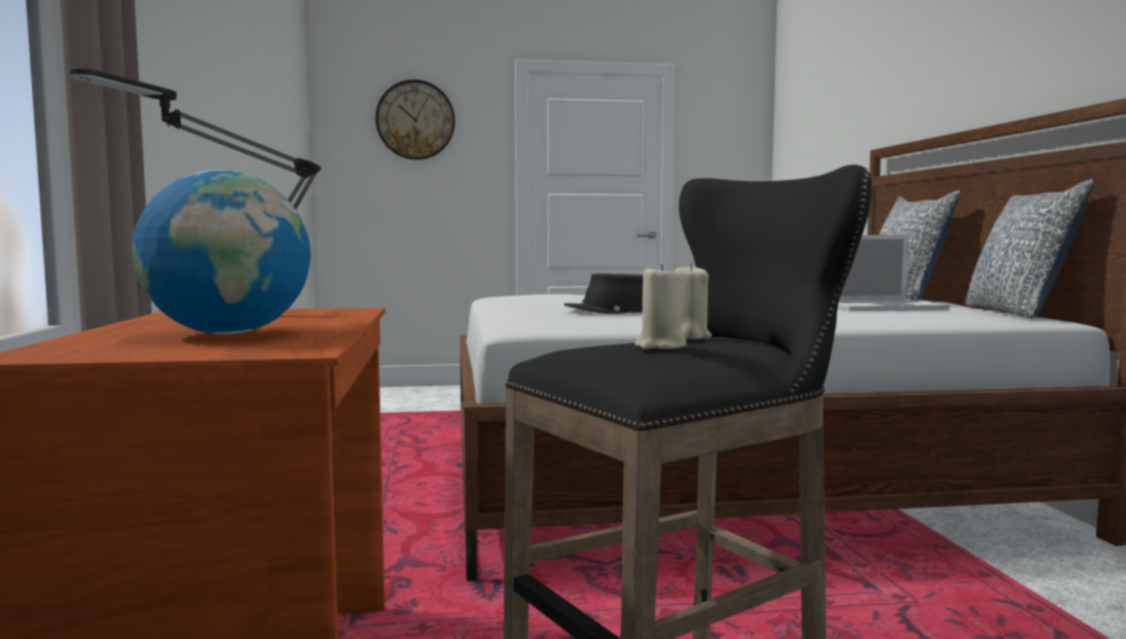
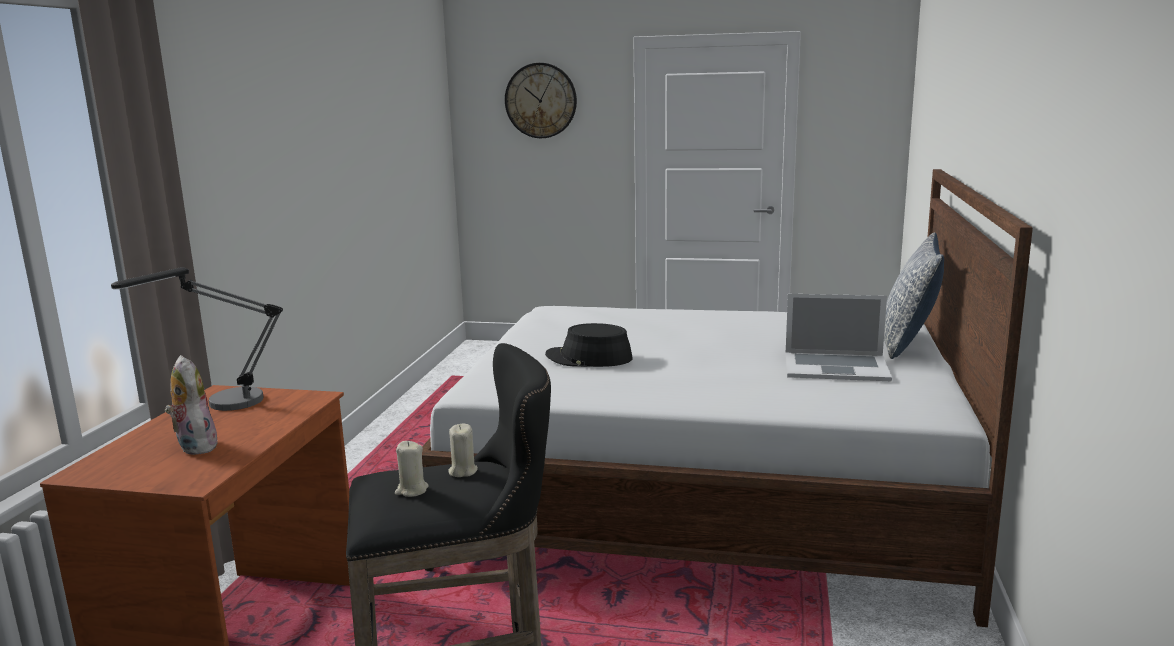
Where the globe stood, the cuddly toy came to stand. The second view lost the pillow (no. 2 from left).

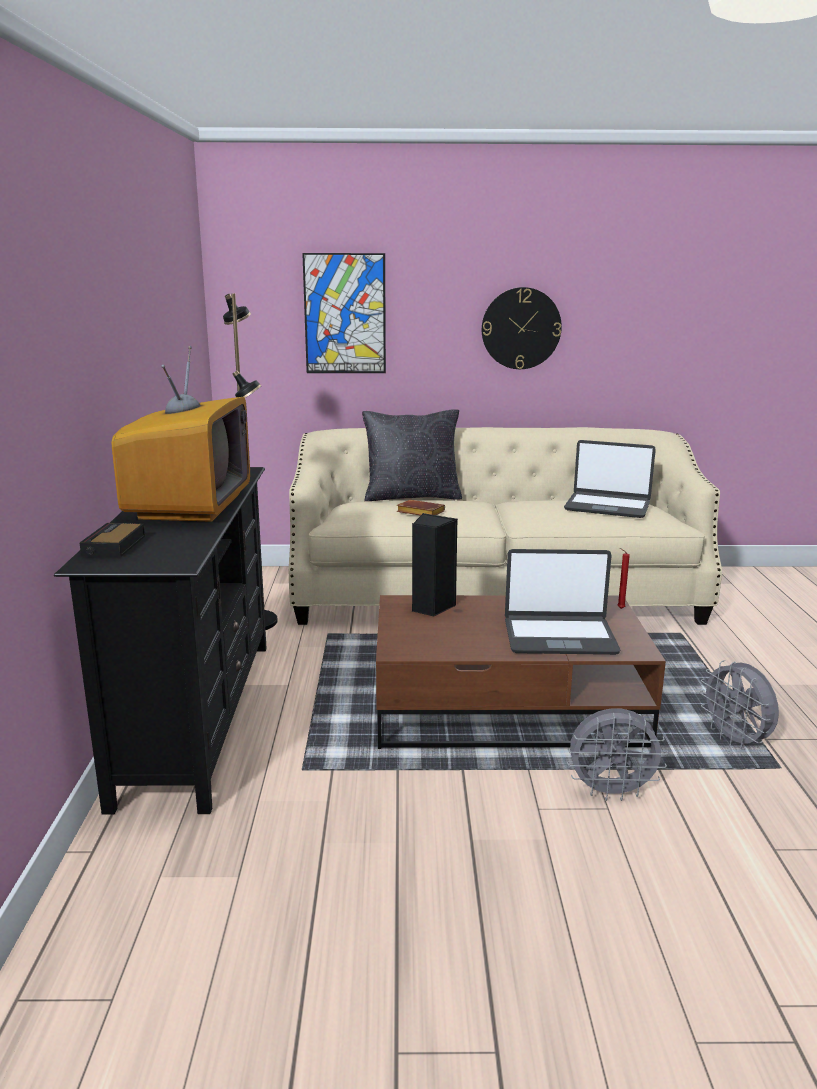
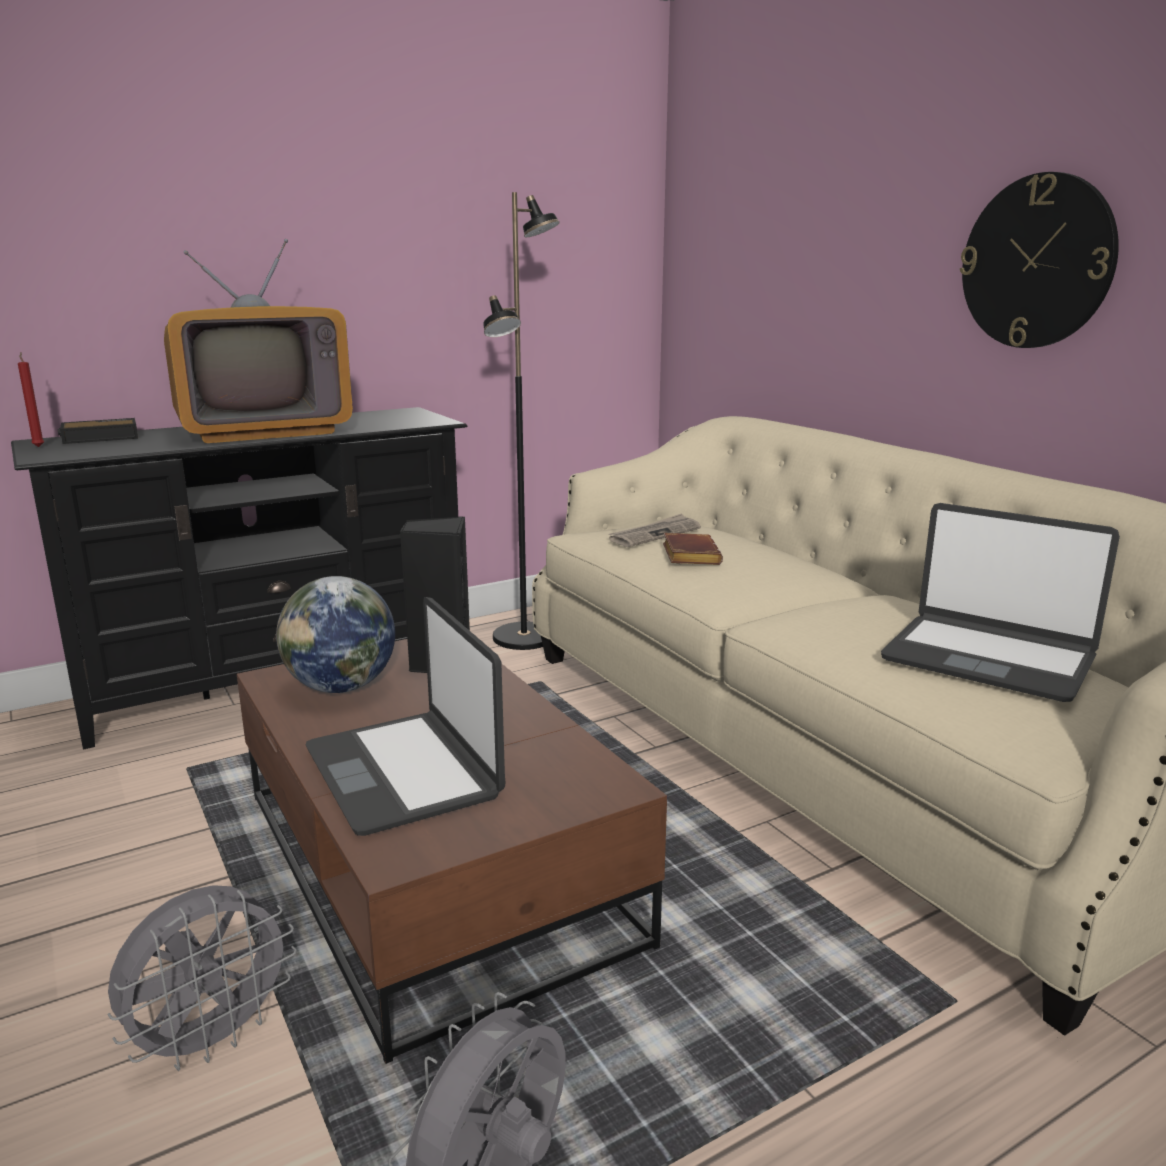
The reddish wax candle ended up elsewhere. The greyish fan (no. 1 from left) ended up facing another way, 105 degrees counterclockwise from before. The second view gained the globe. The second view gained the daily paper. The portable computer (no. 2 from left) ended up facing another way, 45 degrees counterclockwise from before. The second view lost the picture. The second view lost the blackish pillow.

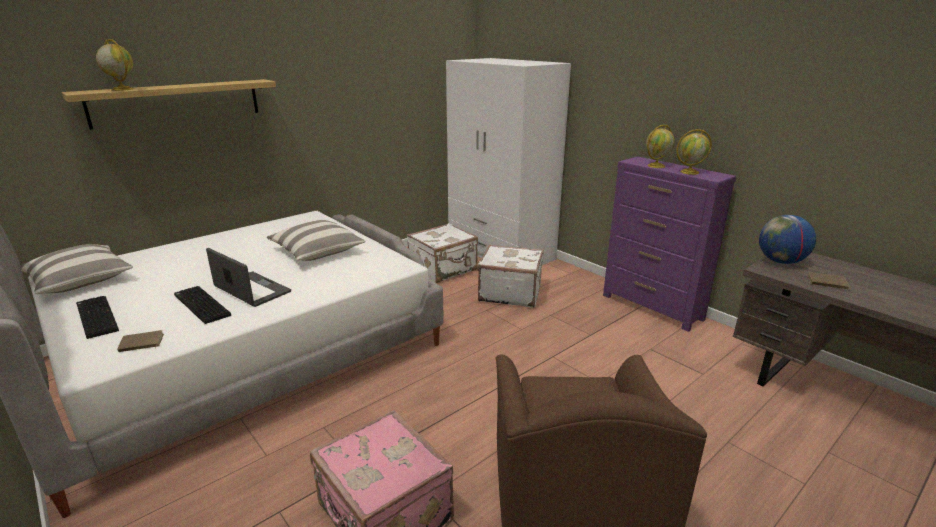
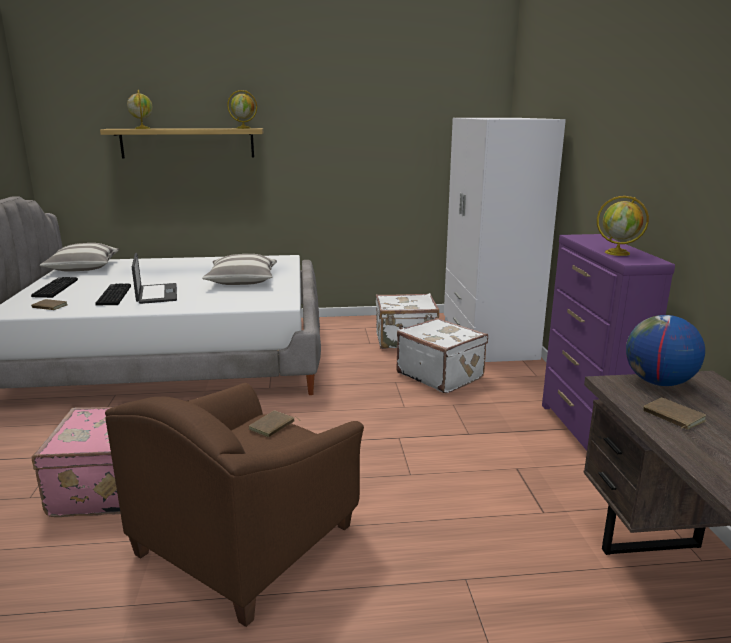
The globe (no. 2 from left) ended up elsewhere. The second view gained the brown-coloured book (no. 2 from left).

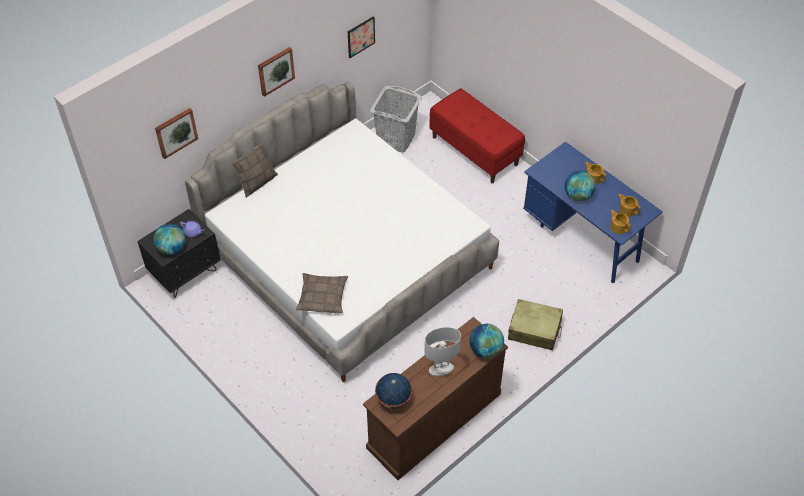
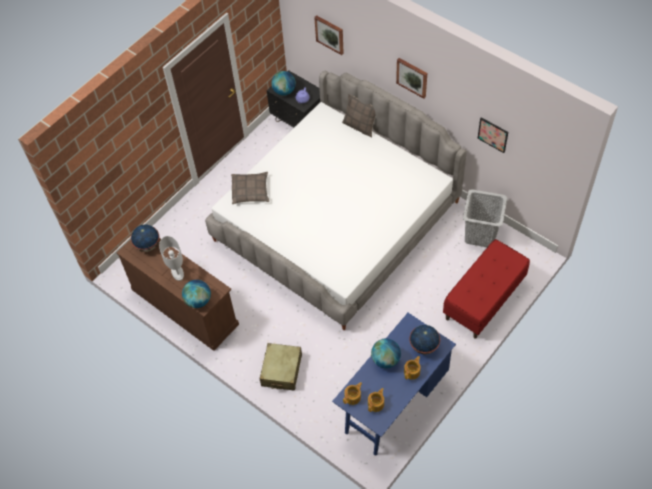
The second view gained the globe (no. 5 from left).

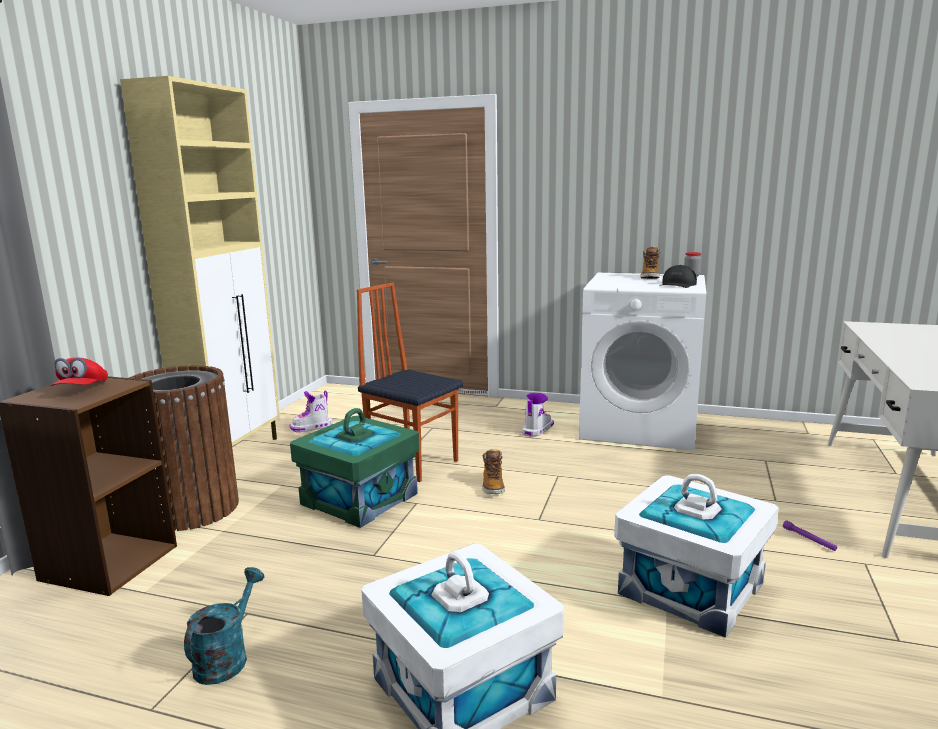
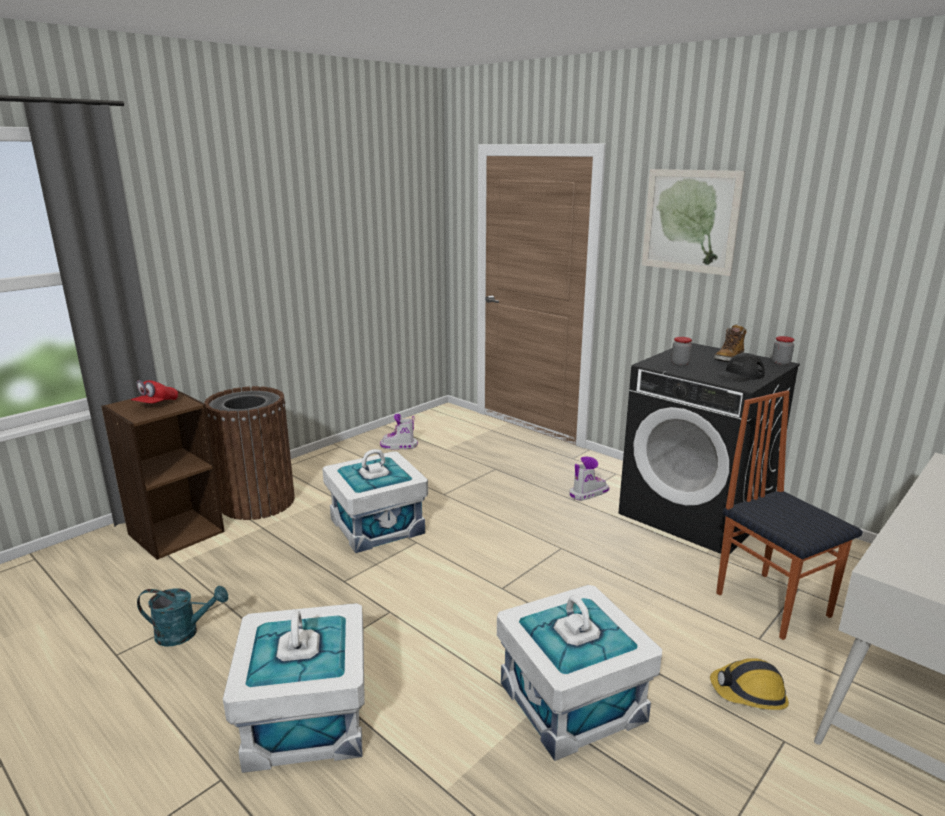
The blue-green watering can ended up facing another way, 45 degrees clockwise from before. What was the green-coloured storage box turned into the white storage box (no. 2 from left). What was the white washing machine turned into the blackish washing machine. The second view gained the picture. The second view gained the storage jar (no. 1 from left). Where the purplish flashlight stood, the work helmet came to stand. The upright chair ended up elsewhere. The second view lost the beige storage cabinet. The second view lost the high-top boot (no. 2 from left).

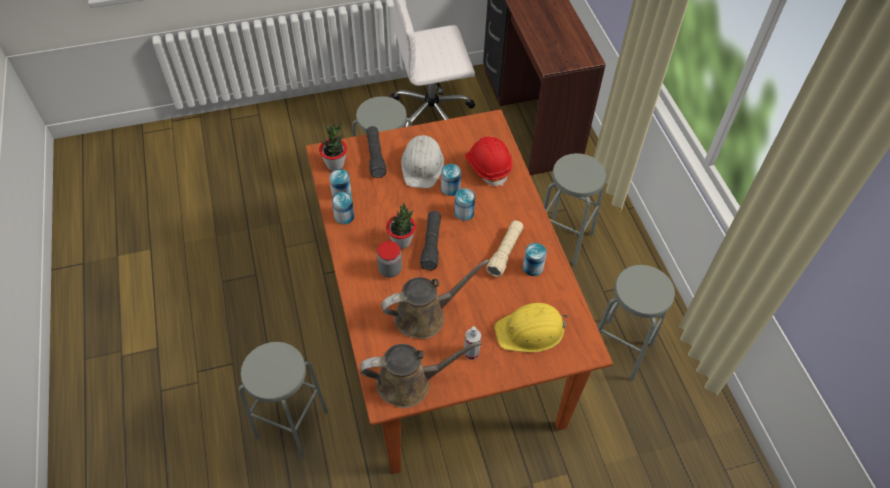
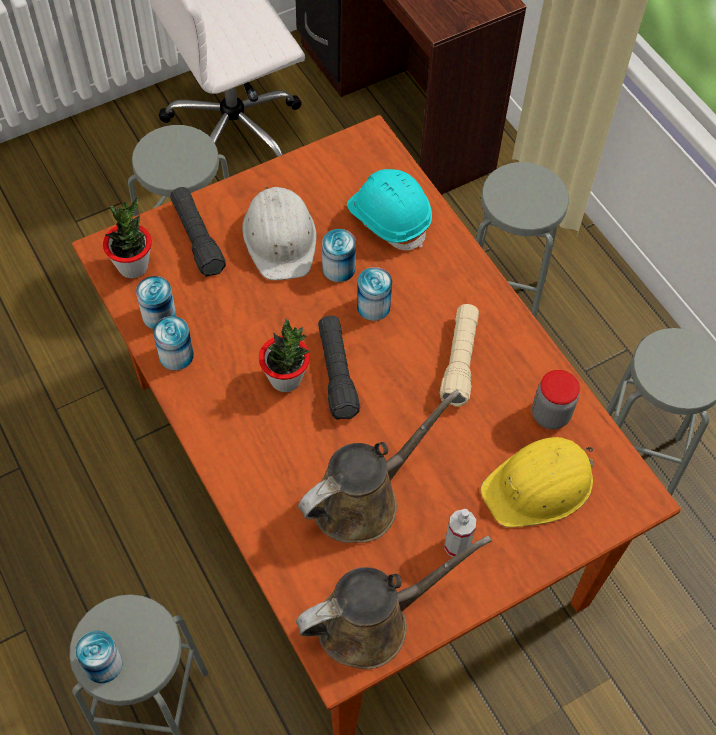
The sealed can (no. 5 from left in the first image) ended up elsewhere. What was the reddish work helmet turned into the blue-green work helmet. The storage jar ended up elsewhere.

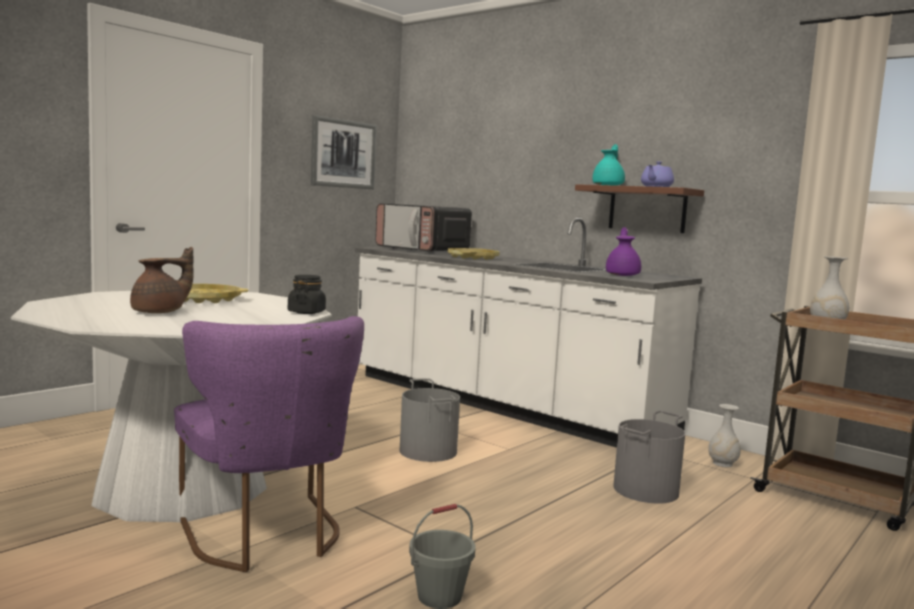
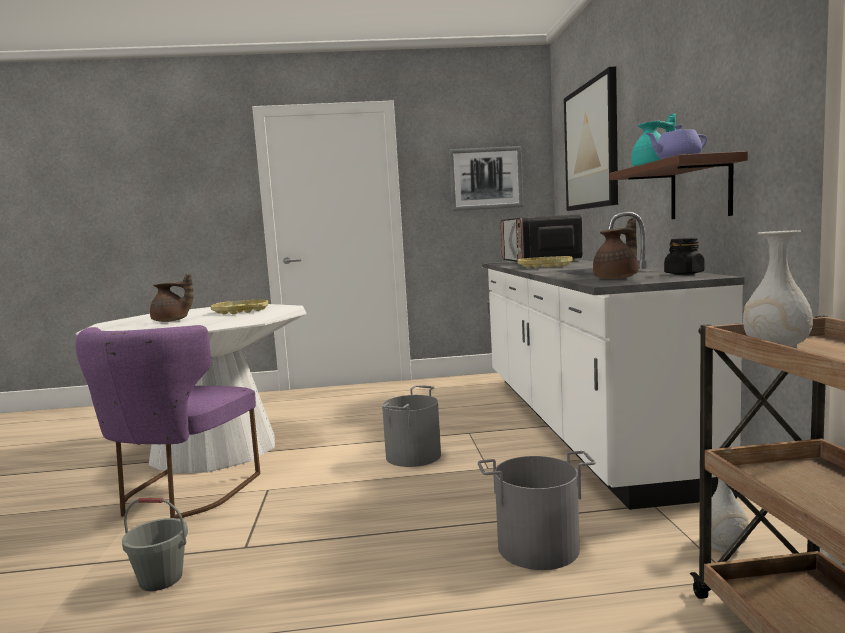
The second view gained the picture (no. 2 from left). What was the purplish tea pot (no. 1 from left) turned into the brown-coloured tea pot (no. 2 from left). The blackish storage jar ended up elsewhere.

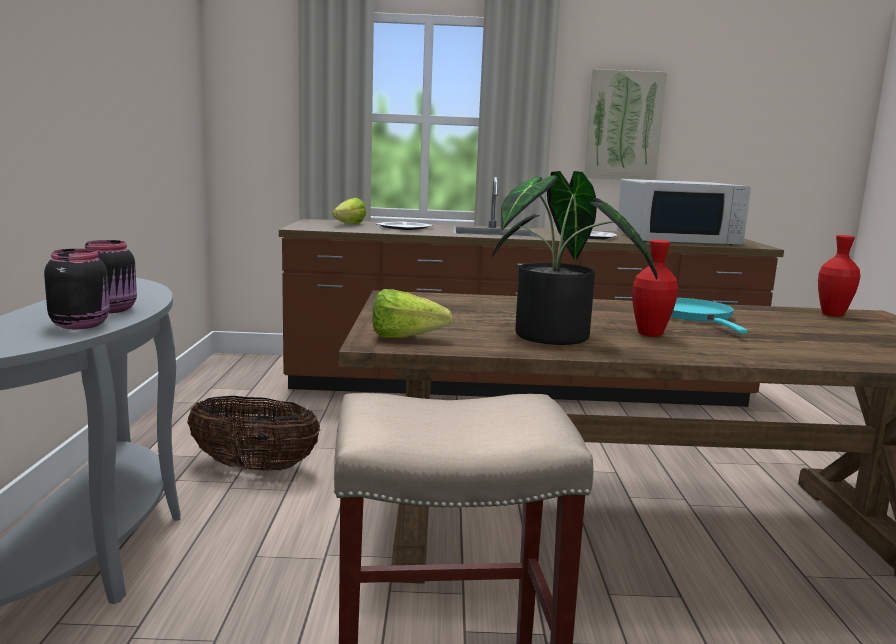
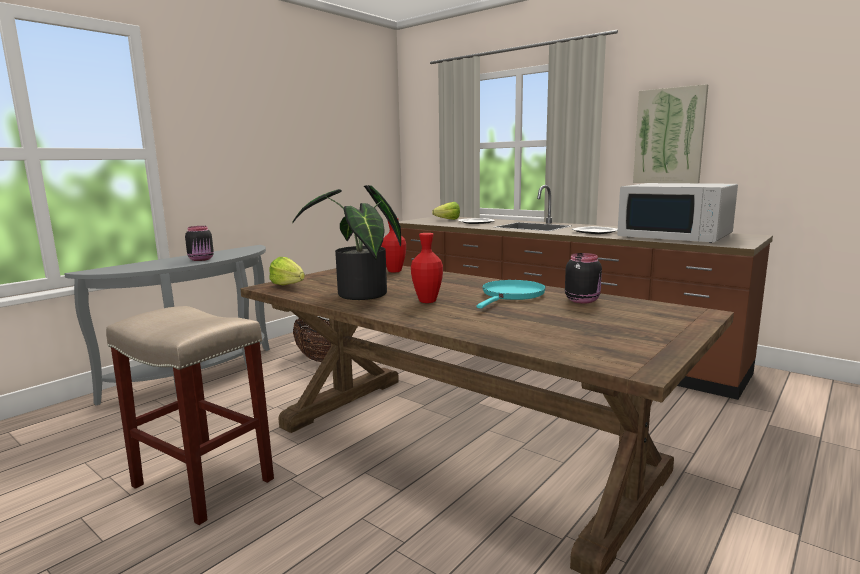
The reddish decorative vase (no. 2 from left in the first image) ended up elsewhere. The blackish storage jar (no. 1 from left in the first image) ended up elsewhere.

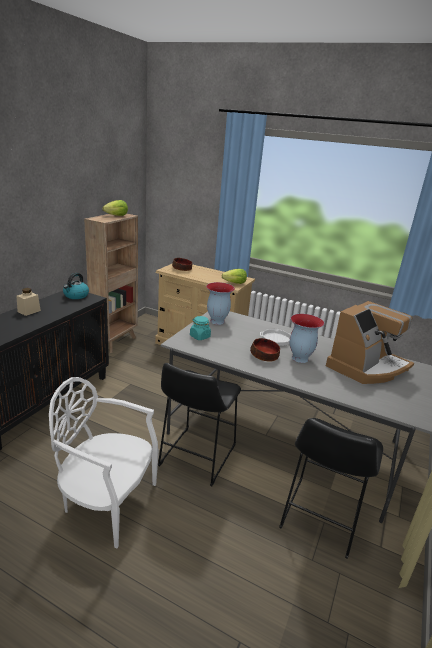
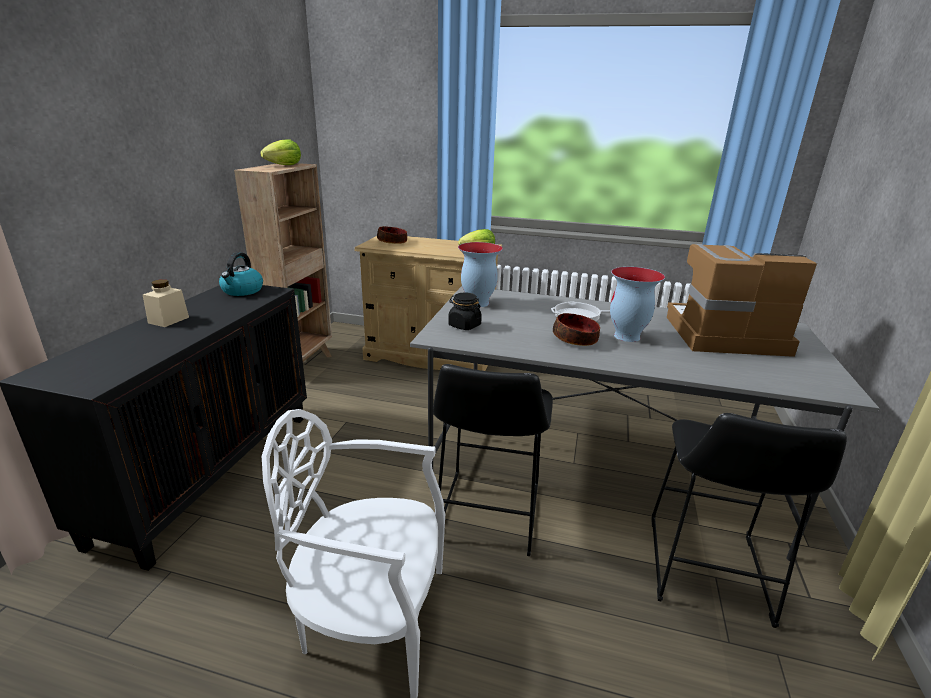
What was the blue-green storage jar turned into the blackish storage jar. The coffee brewer ended up facing another way, 120 degrees counterclockwise from before.

